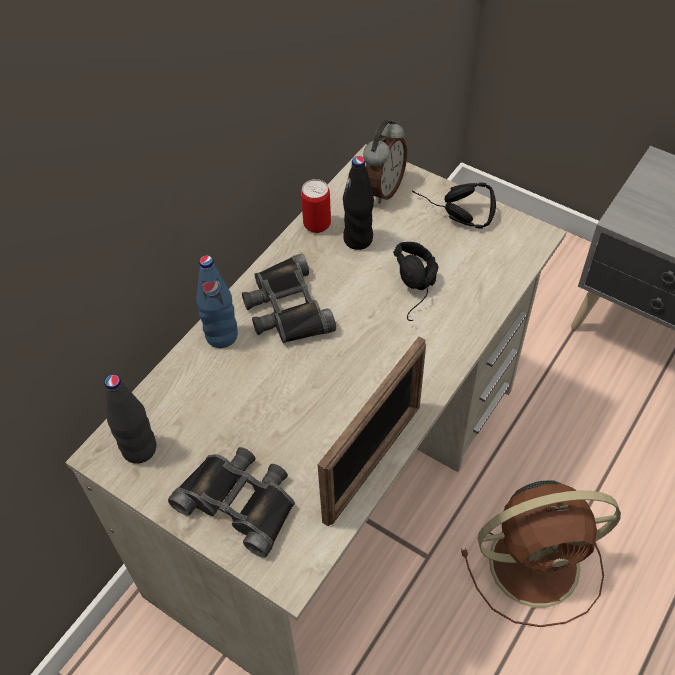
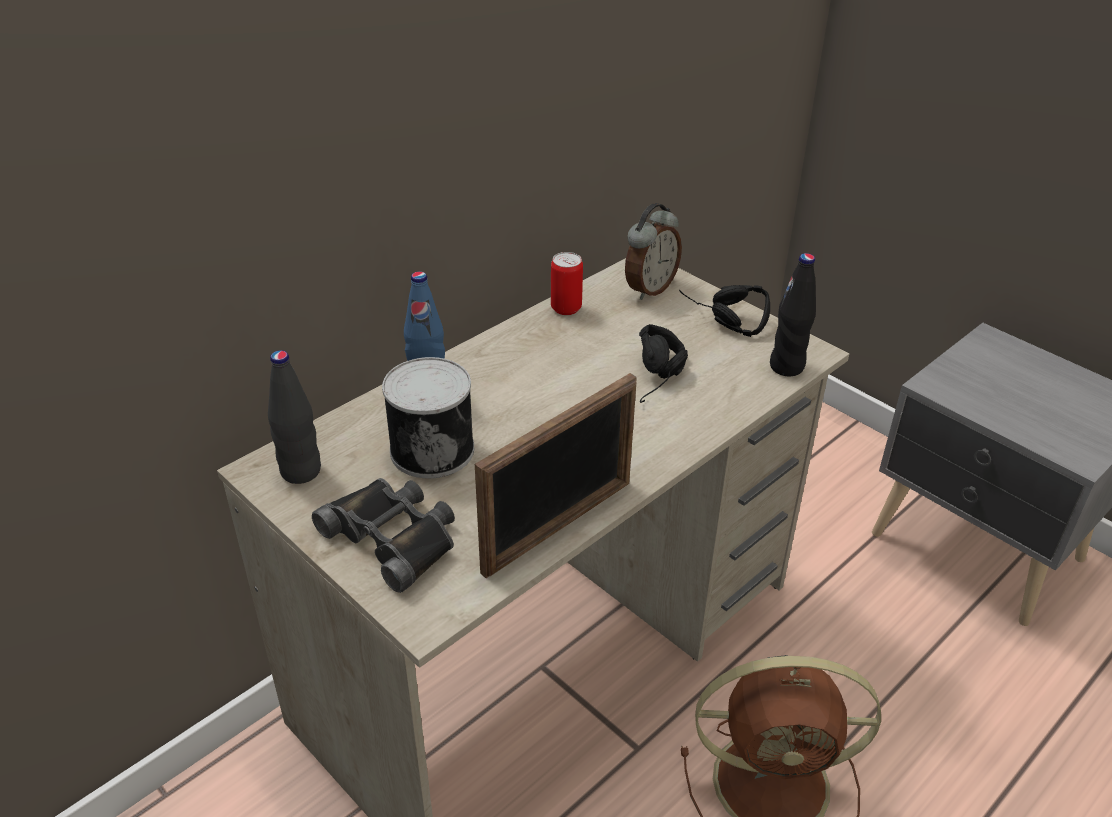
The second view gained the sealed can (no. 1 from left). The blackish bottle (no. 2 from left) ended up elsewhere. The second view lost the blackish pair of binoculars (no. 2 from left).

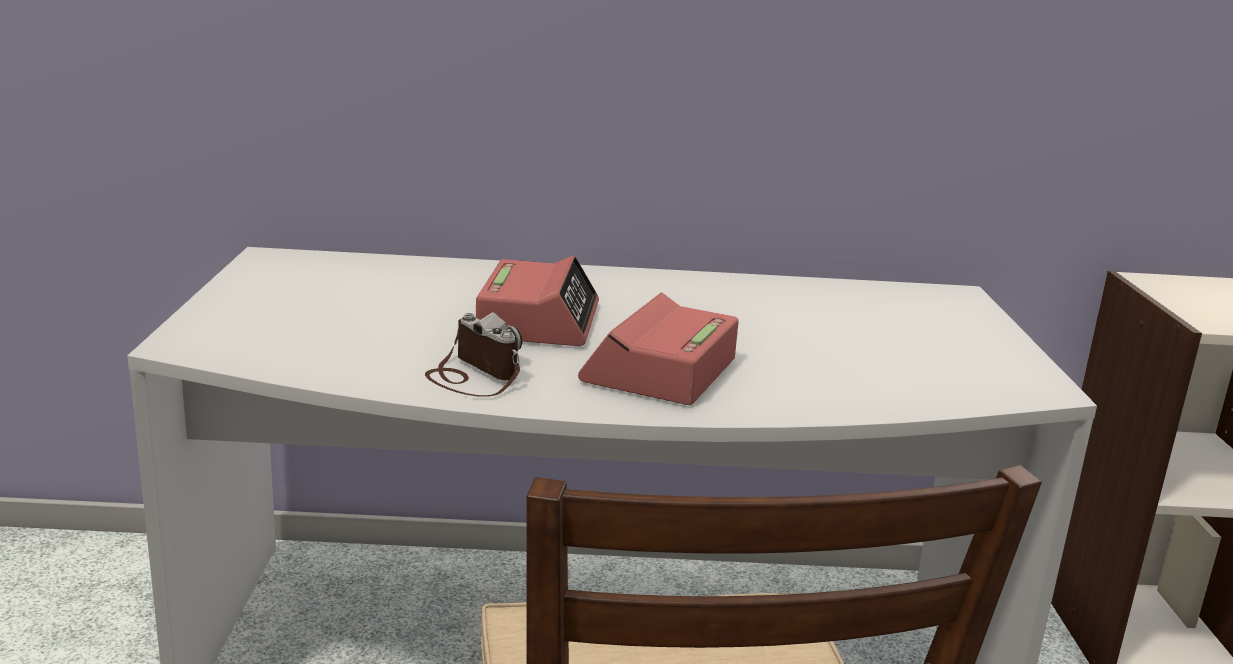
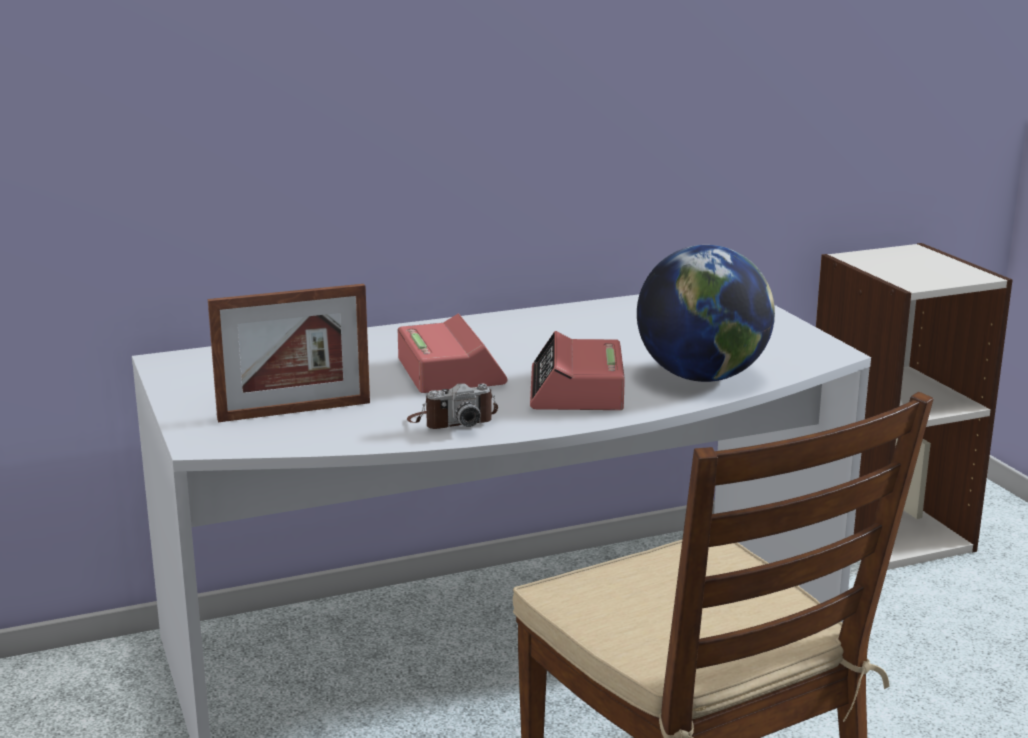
The second view gained the standing frame. The photo camera ended up facing another way, 135 degrees clockwise from before. The second view gained the globe.

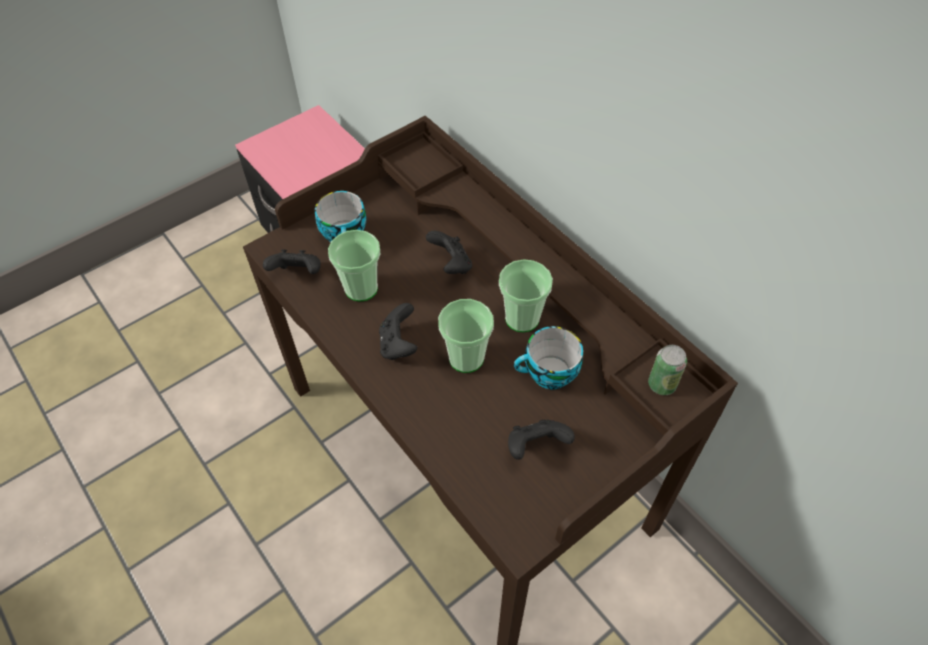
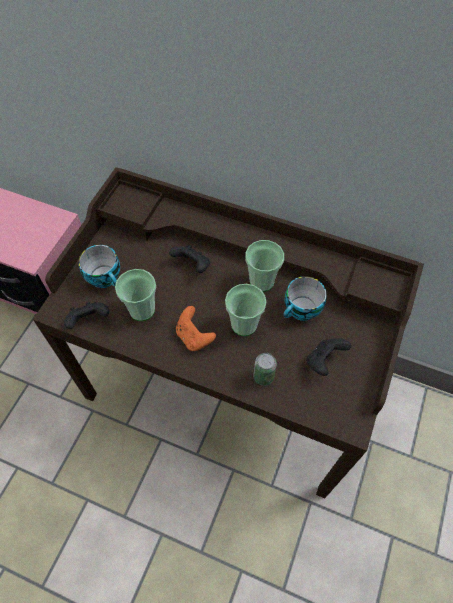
What was the blackish gamepad (no. 2 from left) turned into the orange-coloured gamepad. The sealed can ended up elsewhere.

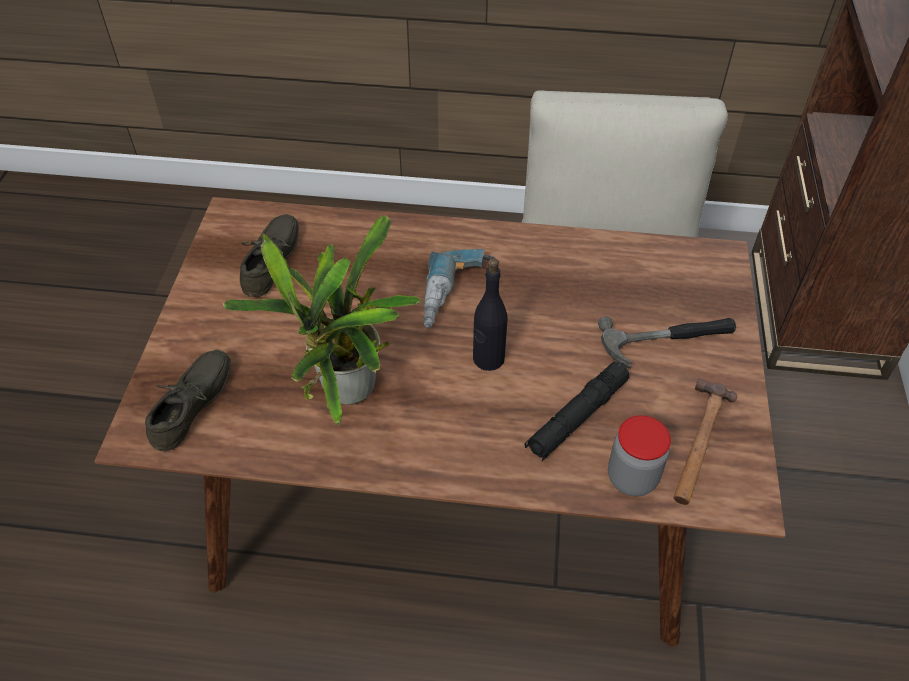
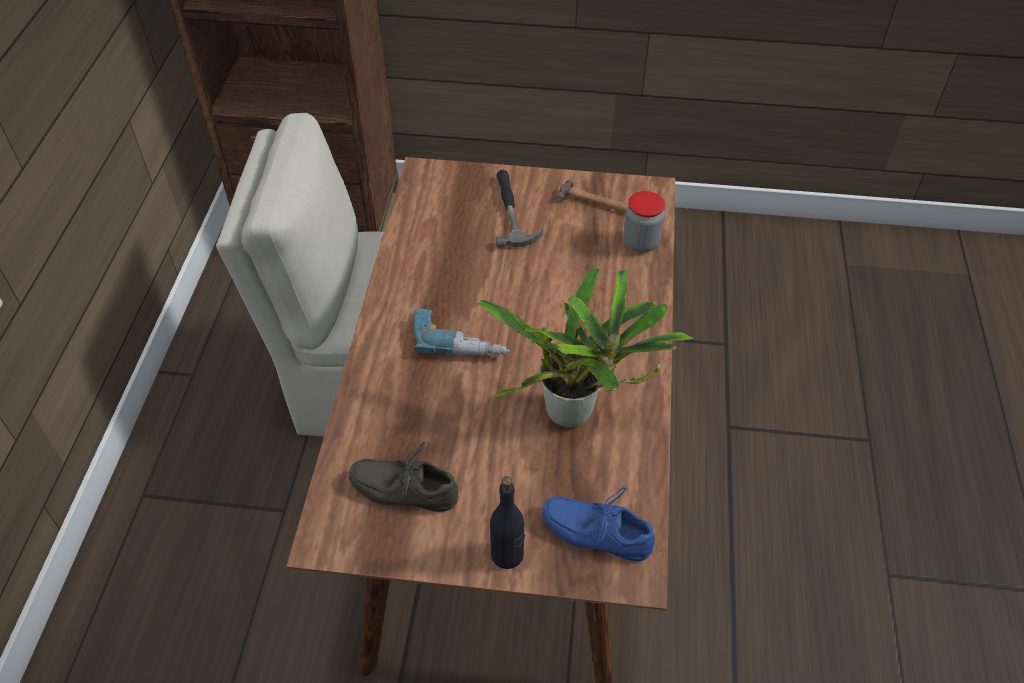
The blackish bottle ended up elsewhere. What was the greyish low shoe (no. 1 from left) turned into the bluish low shoe. The second view lost the blackish flashlight.

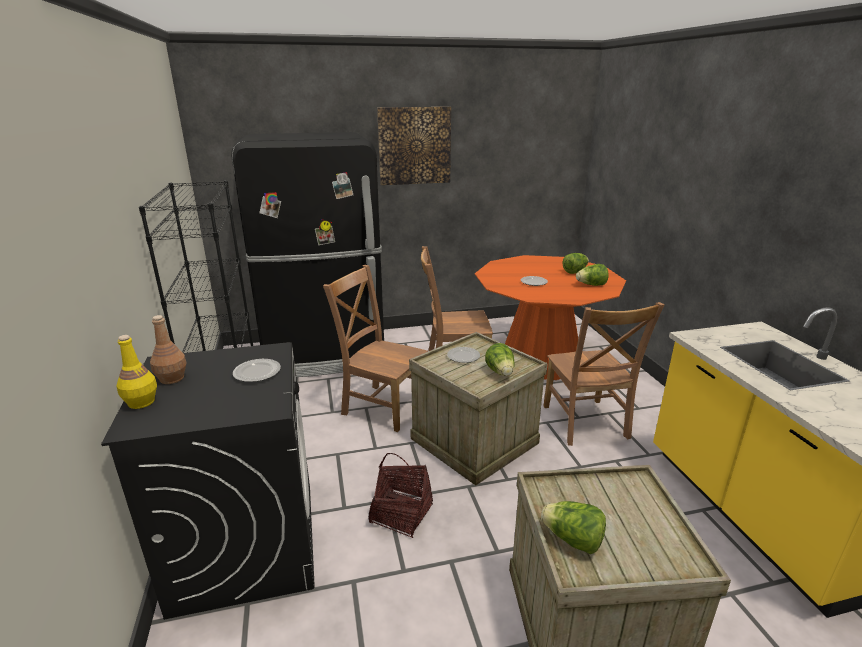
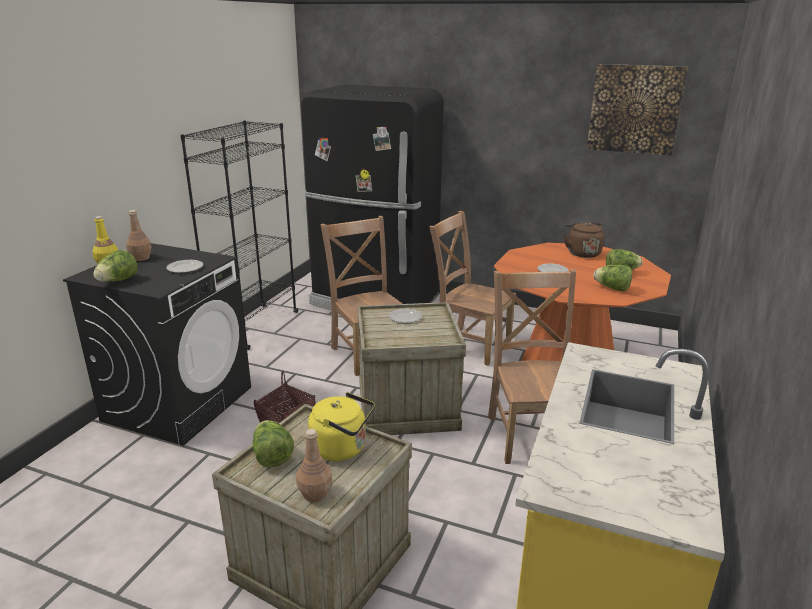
The lettuce head (no. 1 from left) ended up elsewhere. The second view gained the brown-coloured bottle (no. 2 from left). The second view gained the yellow water kettle. The brown-coloured upright chair (no. 3 from left) ended up facing another way, 150 degrees clockwise from before. The second view gained the brown-coloured water kettle. The picture ended up elsewhere.

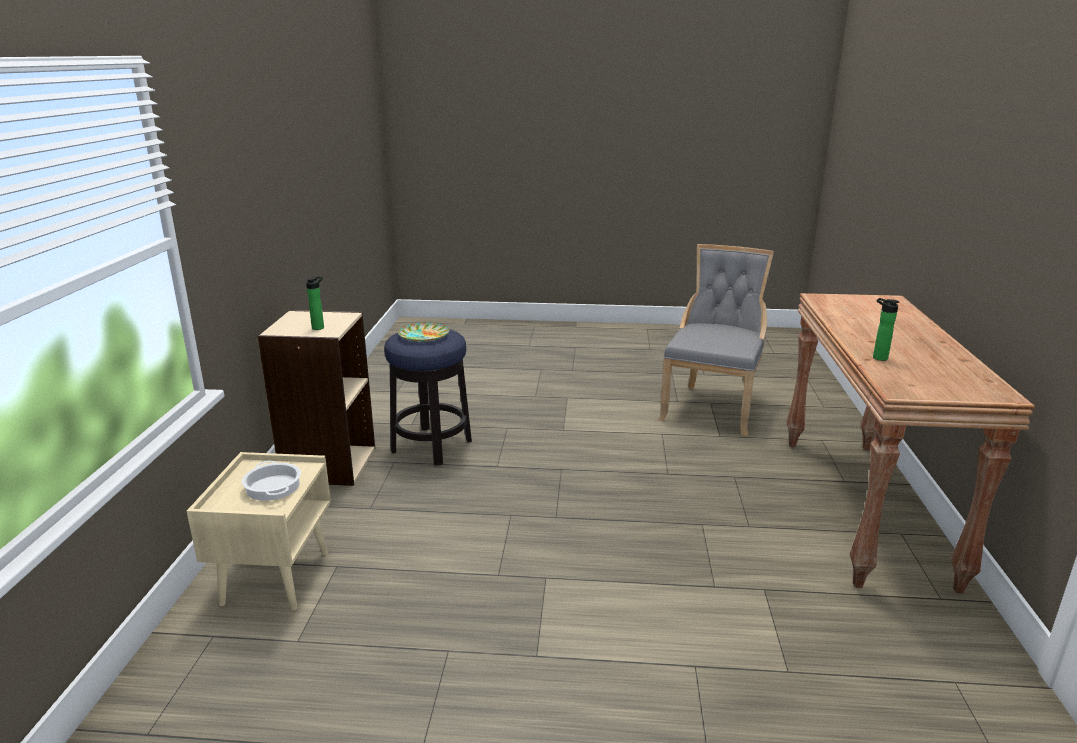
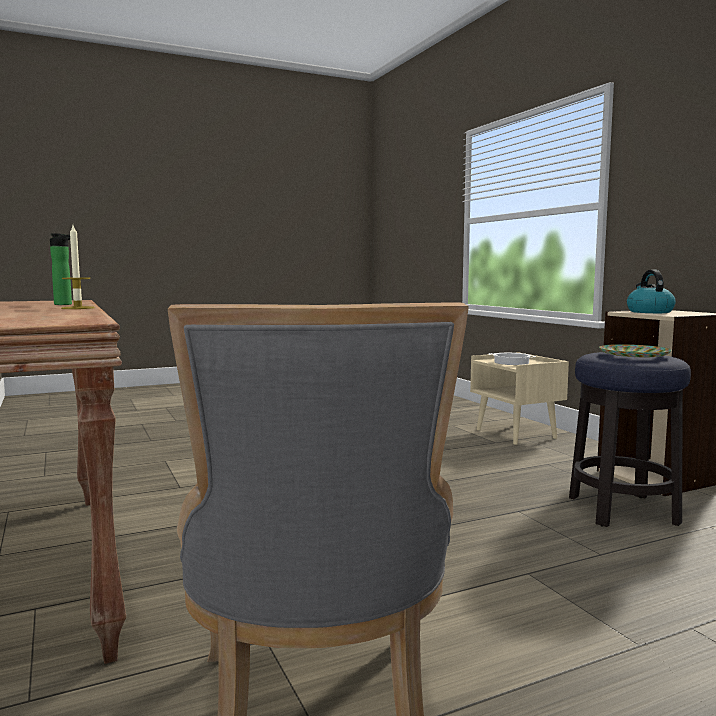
The second view gained the wax candle. Where the bottle (no. 1 from left) stood, the water kettle came to stand.

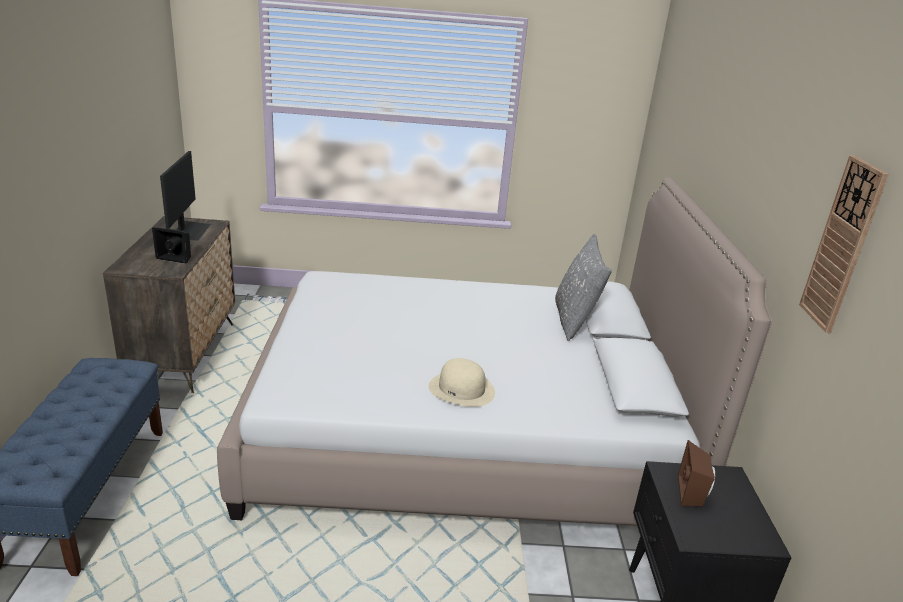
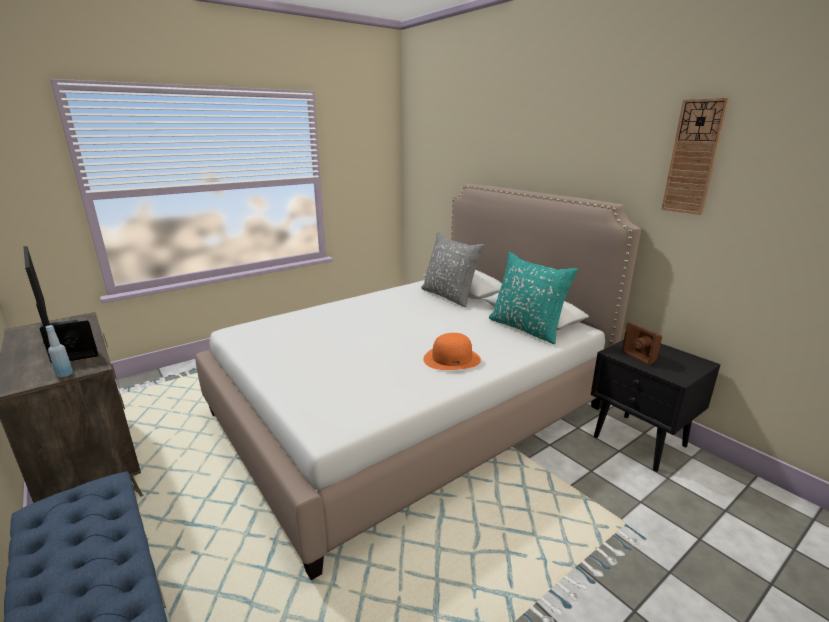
The second view gained the bluish bottle. What was the beige wearable hat turned into the orange-coloured wearable hat. The second view gained the blue-green pillow.

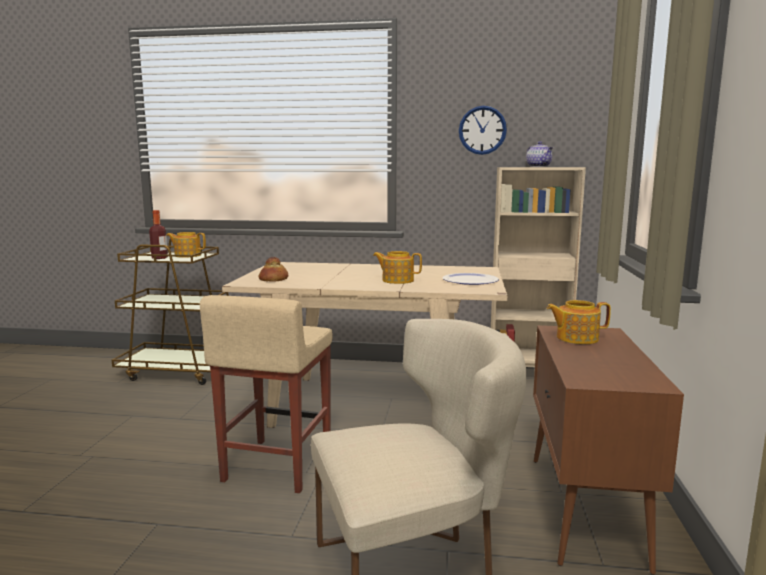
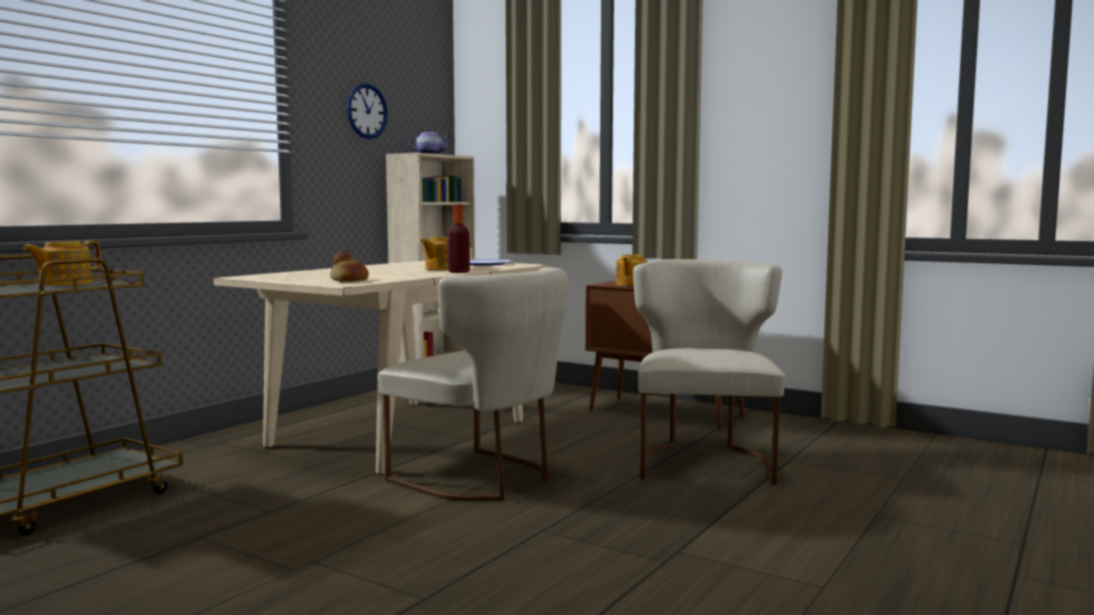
Where the beige sitting stool stood, the beige upright chair (no. 1 from left) came to stand. The bottle ended up elsewhere.

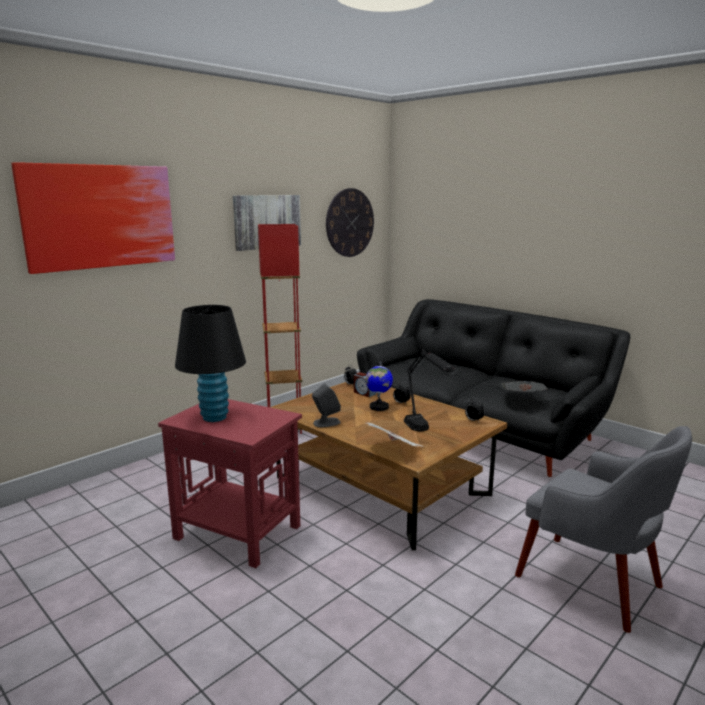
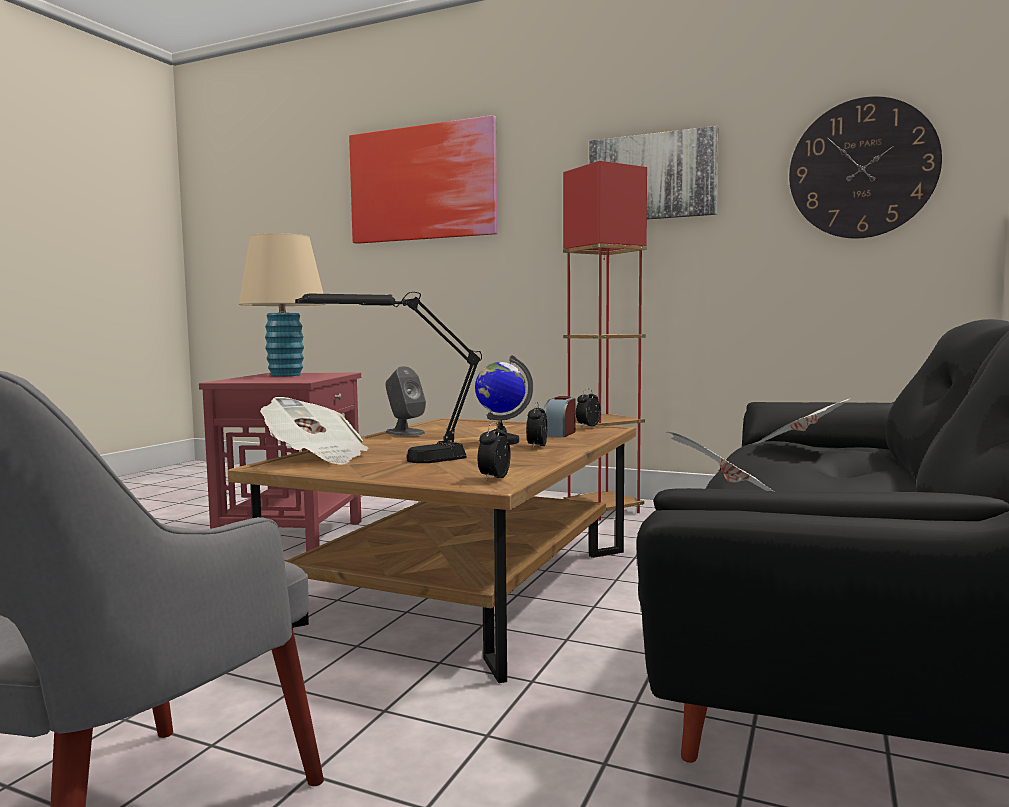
What was the blackish tabletop lamp (no. 1 from left) turned into the beige tabletop lamp. The second view gained the daily paper (no. 3 from left).

